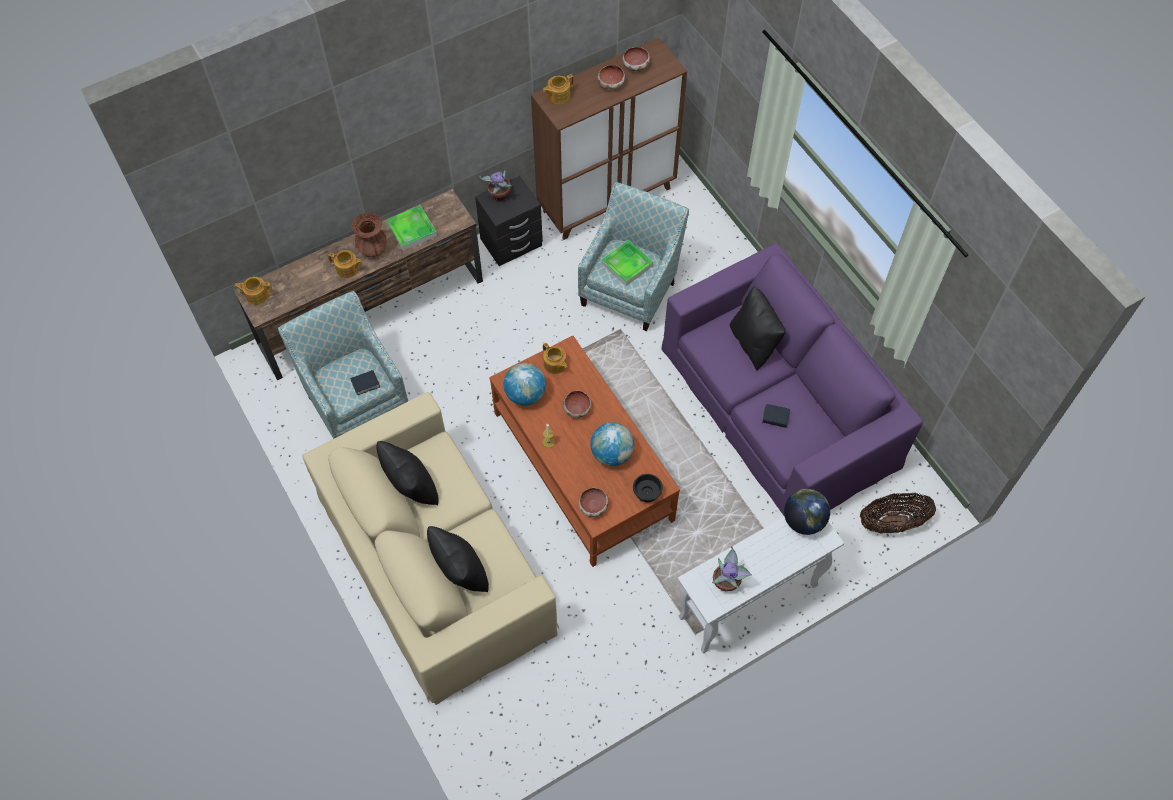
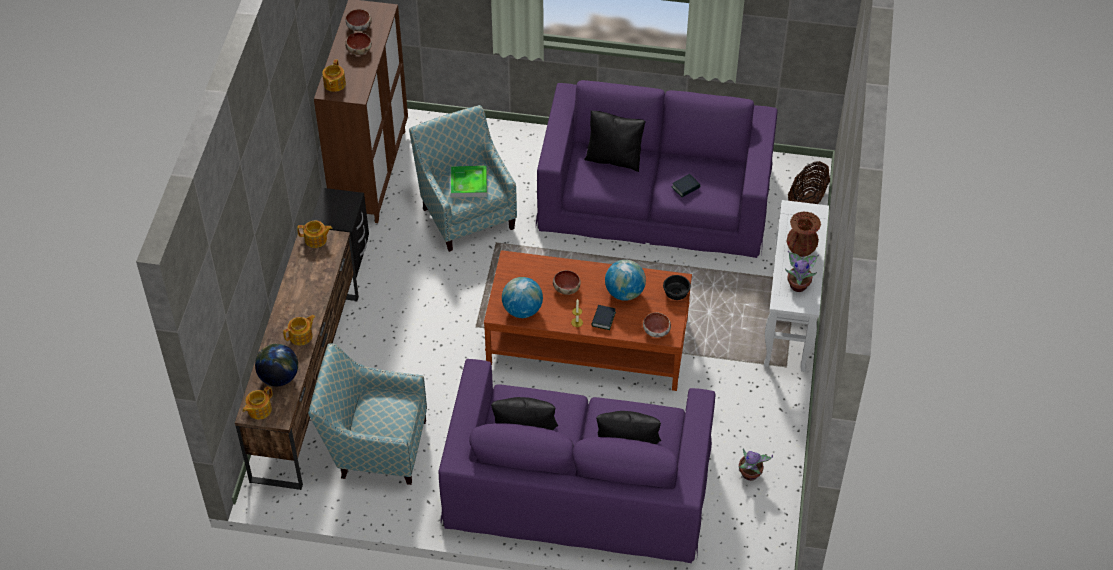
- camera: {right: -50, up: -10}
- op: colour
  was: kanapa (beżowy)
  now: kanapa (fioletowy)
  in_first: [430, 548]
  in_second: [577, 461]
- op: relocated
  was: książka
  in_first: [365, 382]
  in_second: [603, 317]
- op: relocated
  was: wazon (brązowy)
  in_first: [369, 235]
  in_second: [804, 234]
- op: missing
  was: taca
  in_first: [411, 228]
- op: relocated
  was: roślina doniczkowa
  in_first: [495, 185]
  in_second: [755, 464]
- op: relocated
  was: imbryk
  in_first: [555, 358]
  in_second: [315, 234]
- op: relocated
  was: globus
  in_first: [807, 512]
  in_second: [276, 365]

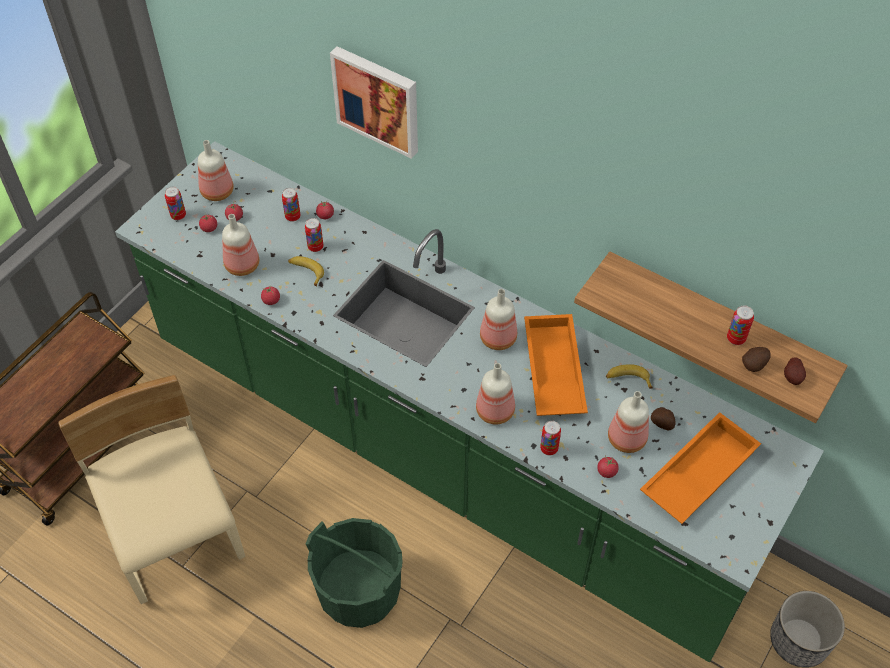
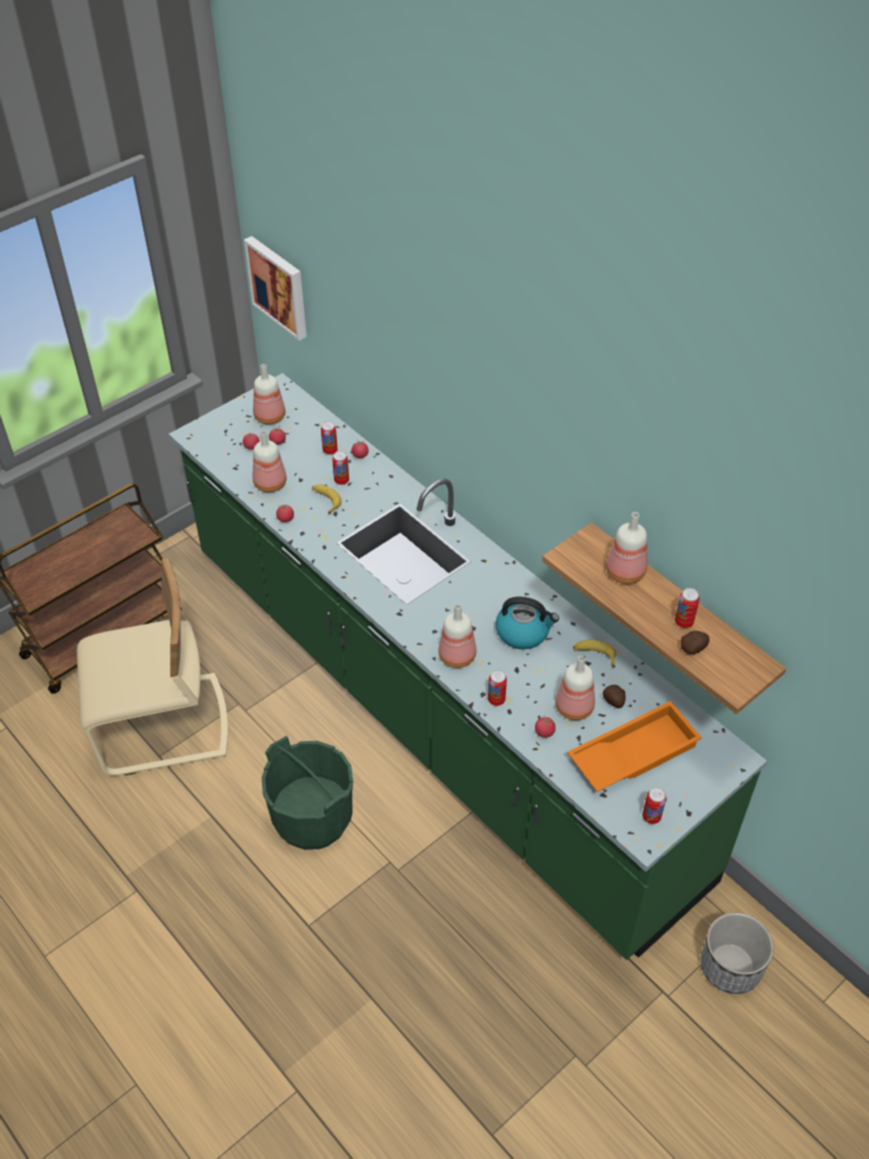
- camera: {right: 15, up: -5}
- op: spun
  was: krzesło (beżowy)
  in_first: [152, 489]
  in_second: [152, 667]
  clockwise: 90
- op: relocated
  was: puszka
  in_first: [175, 203]
  in_second: [654, 805]
- op: relocated
  was: obraz
  in_first: [374, 102]
  in_second: [275, 288]
- op: relocated
  was: butelka
  in_first: [498, 319]
  in_second: [626, 548]
- op: exchanged
  was: taca (pomarańczowy)
  now: czajnik
  in_first: [556, 365]
  in_second: [527, 623]
- op: missing
  was: ziemniak
  in_first: [795, 371]

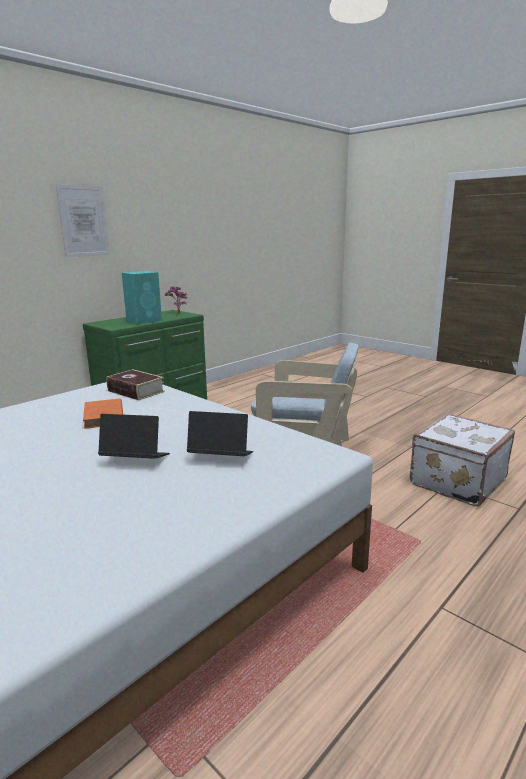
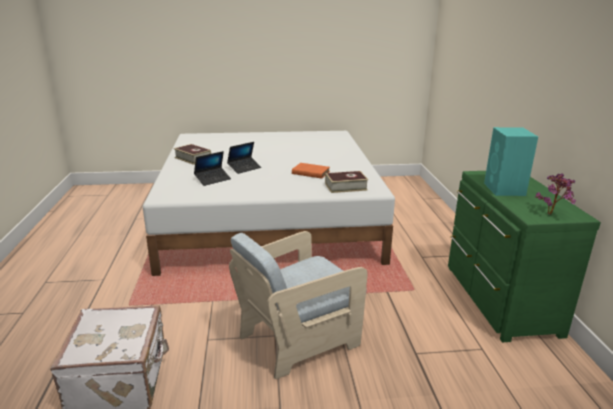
- camera: {right: 130, up: 5}
- op: missing
  was: obraz
  in_first: [82, 220]
- op: appeared
  now: książka
  in_second: [192, 154]

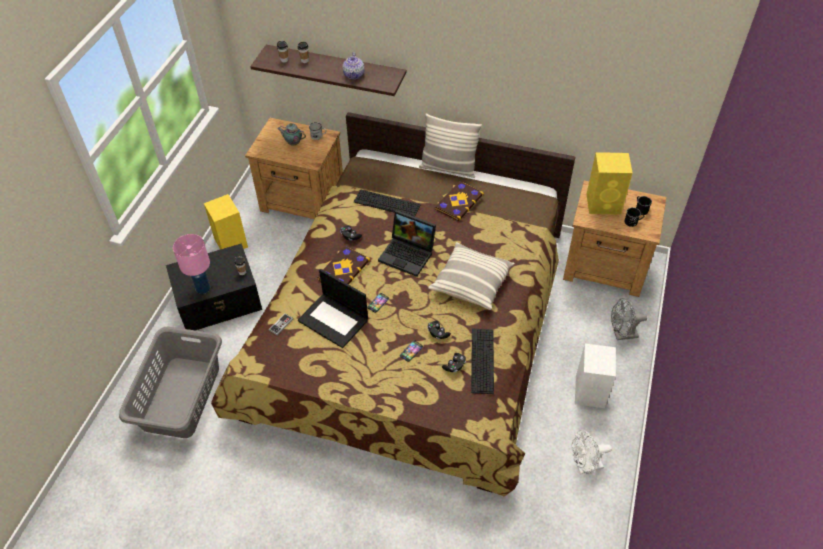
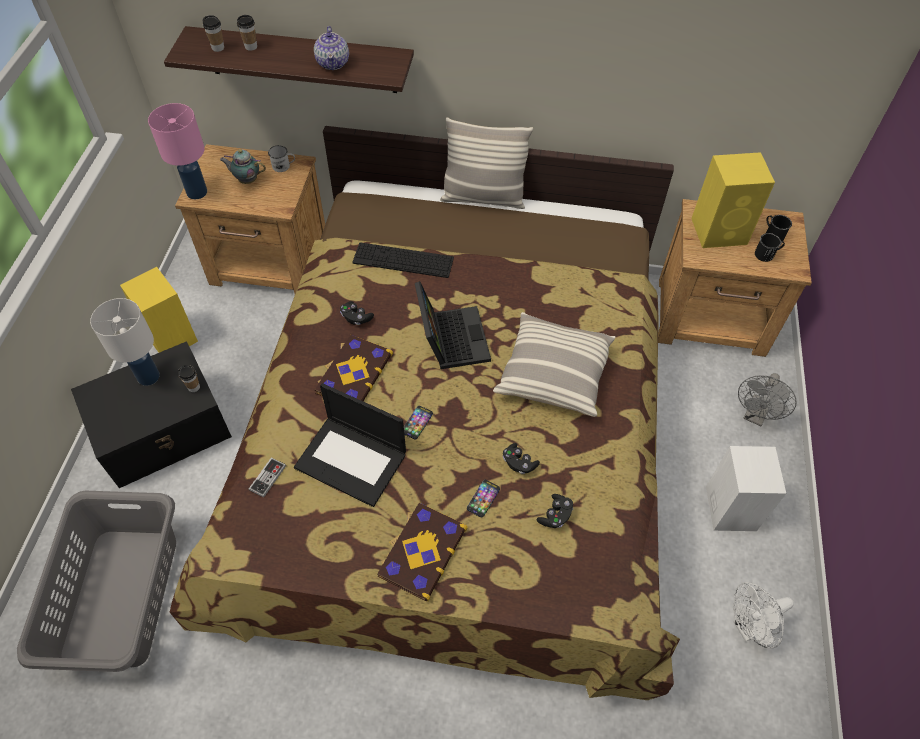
- camera: {right: -10, up: 5}
- op: relocated
  was: lampa stołowa (różowy)
  in_first: [191, 264]
  in_second: [177, 151]
- op: spun
  was: laptop
  in_first: [407, 243]
  in_second: [453, 325]
  clockwise: -120
- op: relocated
  was: książka
  in_first: [459, 201]
  in_second: [422, 552]
- op: missing
  was: klawiatura
  in_first: [482, 361]
- op: spun
  was: wentylator (szary)
  in_first: [629, 319]
  in_second: [767, 399]
  clockwise: -45
- op: appeared
  now: lampa stołowa (biały)
  in_second: [125, 342]

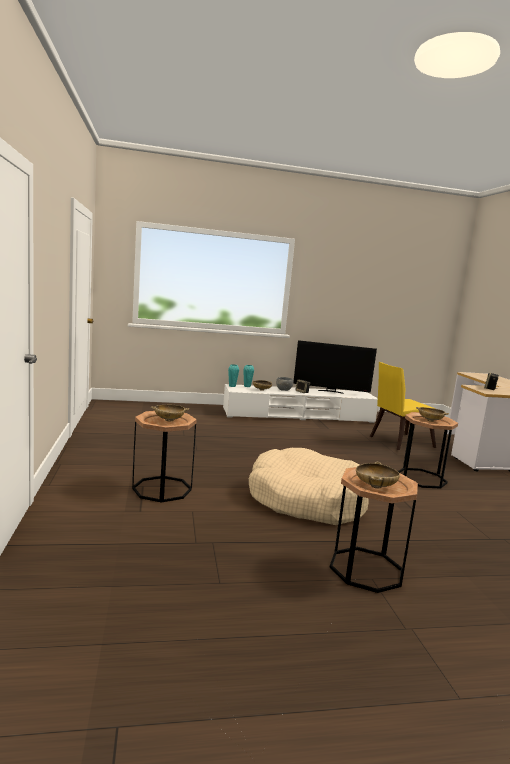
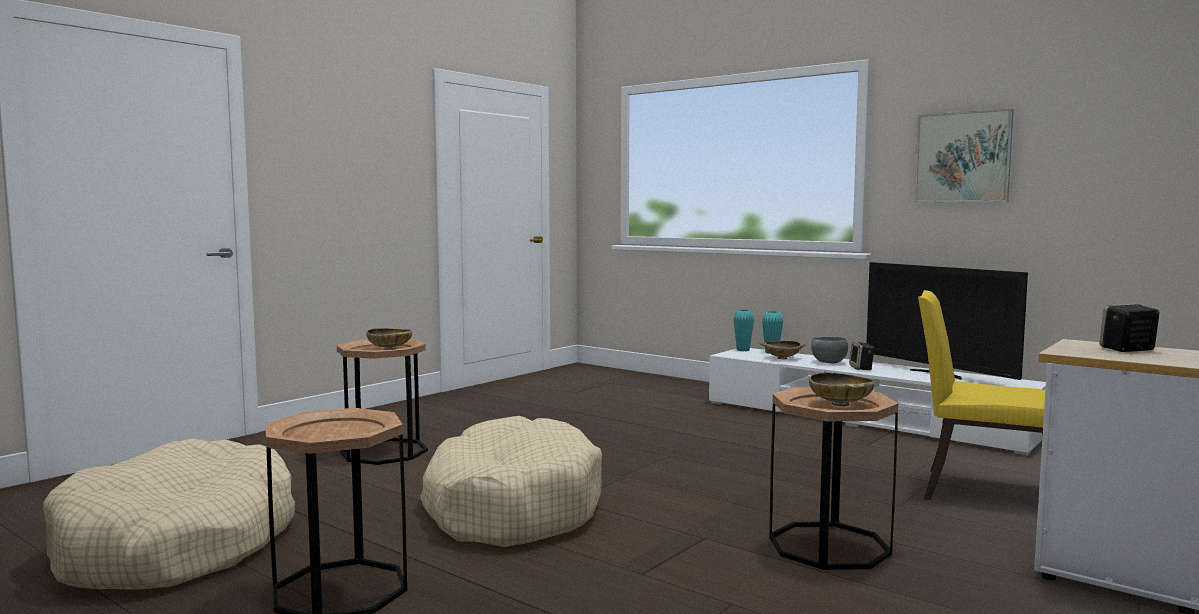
- camera: {right: 50, up: -5}
- op: missing
  was: miska (beżowy)
  in_first: [378, 475]
- op: appeared
  now: legowisko (beżowy)
  in_second: [169, 514]
- op: appeared
  now: obraz
  in_second: [964, 155]

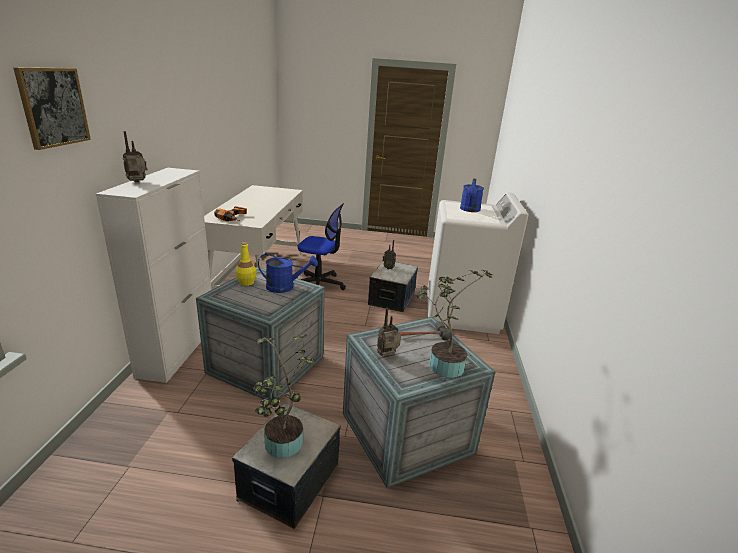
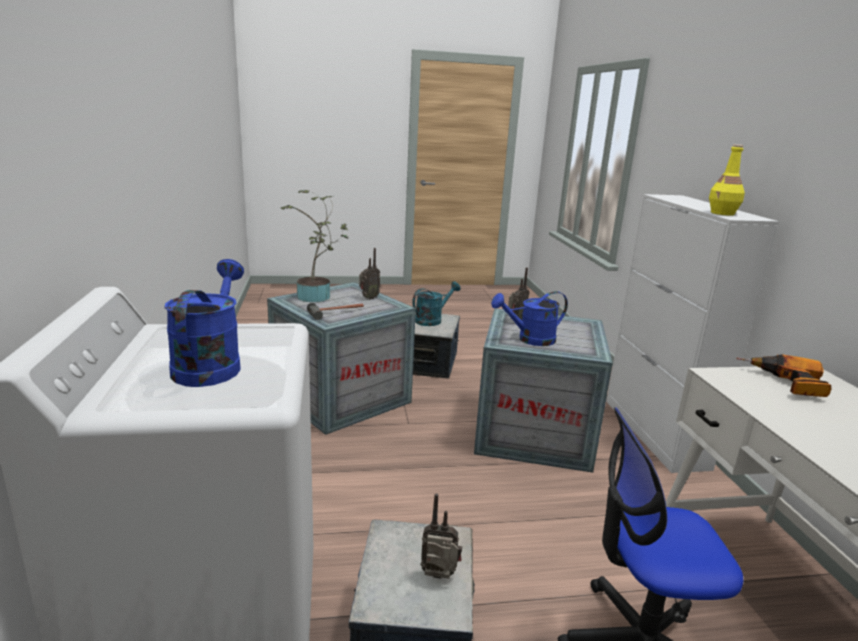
- camera: {right: 165, up: -5}
- op: missing
  was: obraz
  in_first: [52, 108]
- op: relocated
  was: radio
  in_first: [135, 156]
  in_second: [518, 293]
- op: relocated
  was: butelka (żółty)
  in_first: [246, 264]
  in_second: [727, 180]
- op: exchanged
  was: roślina doniczkowa
  now: konewka (turkusowy)
  in_first: [284, 396]
  in_second: [436, 303]

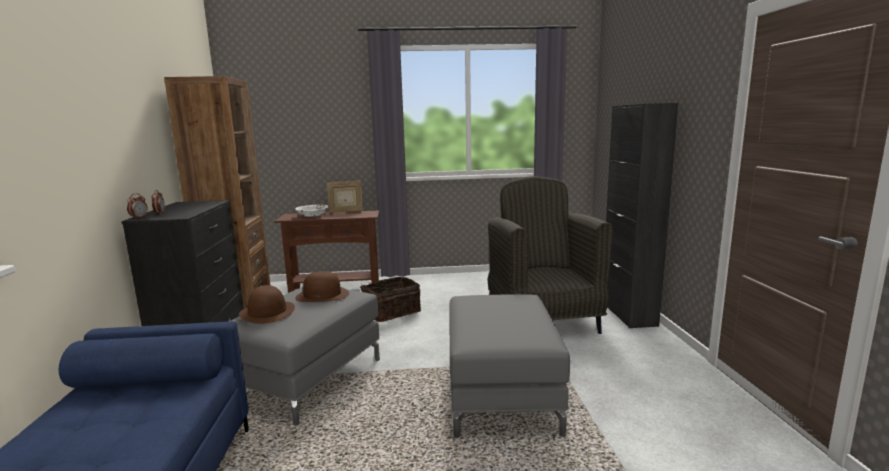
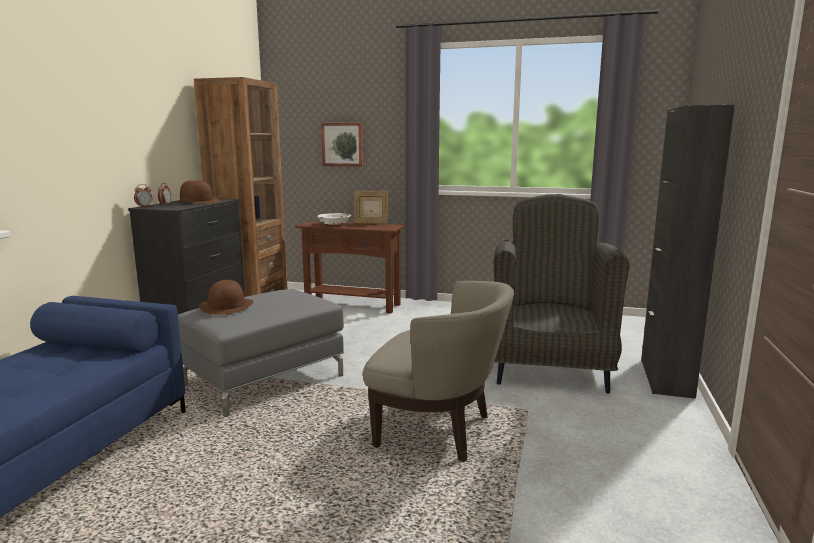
- camera: {right: 20, up: 0}
- op: relocated
  was: kapelusz (brązowy)
  in_first: [322, 286]
  in_second: [197, 191]
- op: missing
  was: koszyk
  in_first: [390, 299]
- op: exchanged
  was: pufa (szary)
  now: fotel (beżowy)
  in_first: [509, 366]
  in_second: [438, 371]
- op: appeared
  now: obraz
  in_second: [342, 145]

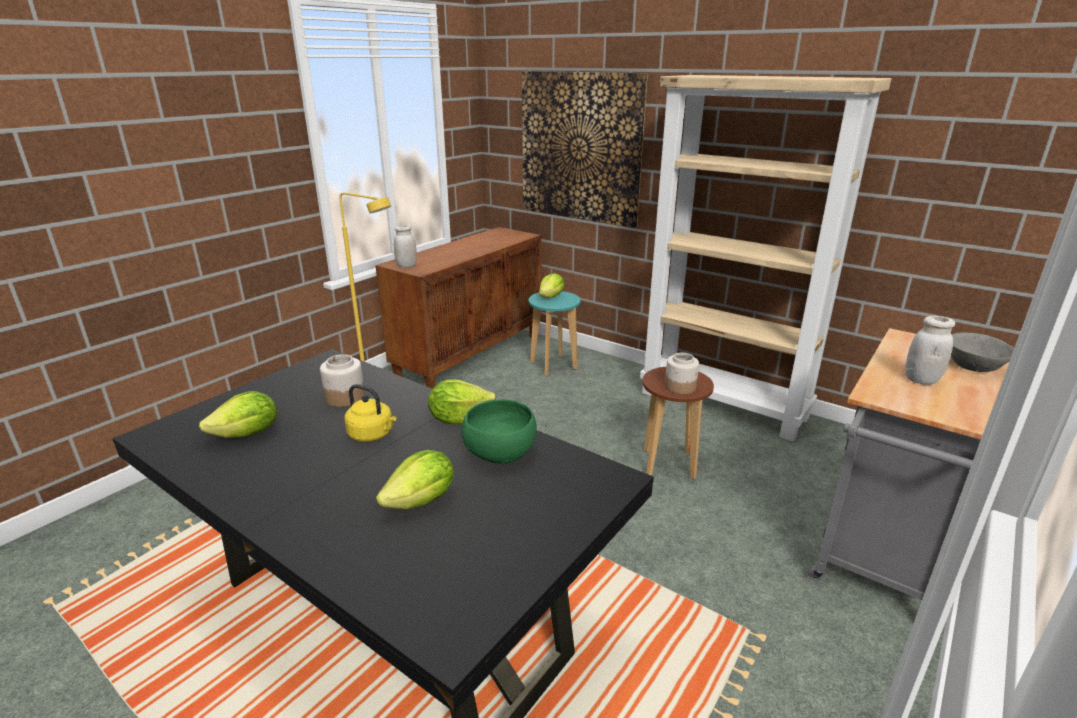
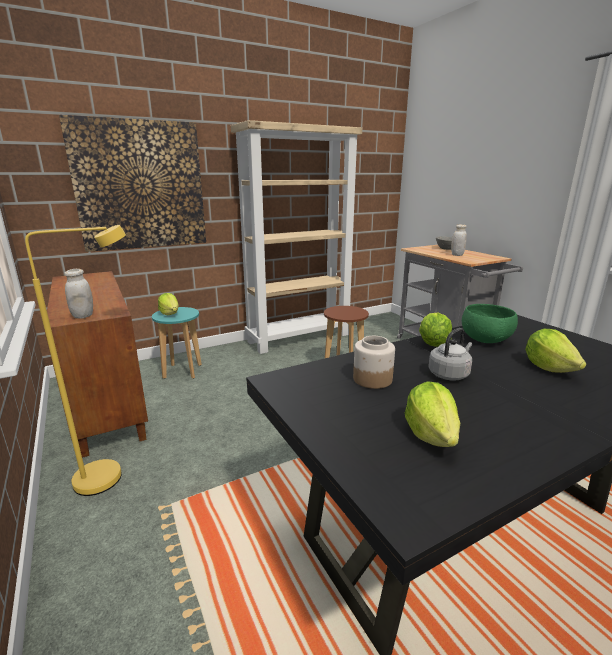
- camera: {right: -65, up: -5}
- op: colour
  was: czajnik (żółty)
  now: czajnik (szary)
  in_first: [370, 413]
  in_second: [450, 354]
- op: missing
  was: słoik
  in_first: [682, 373]

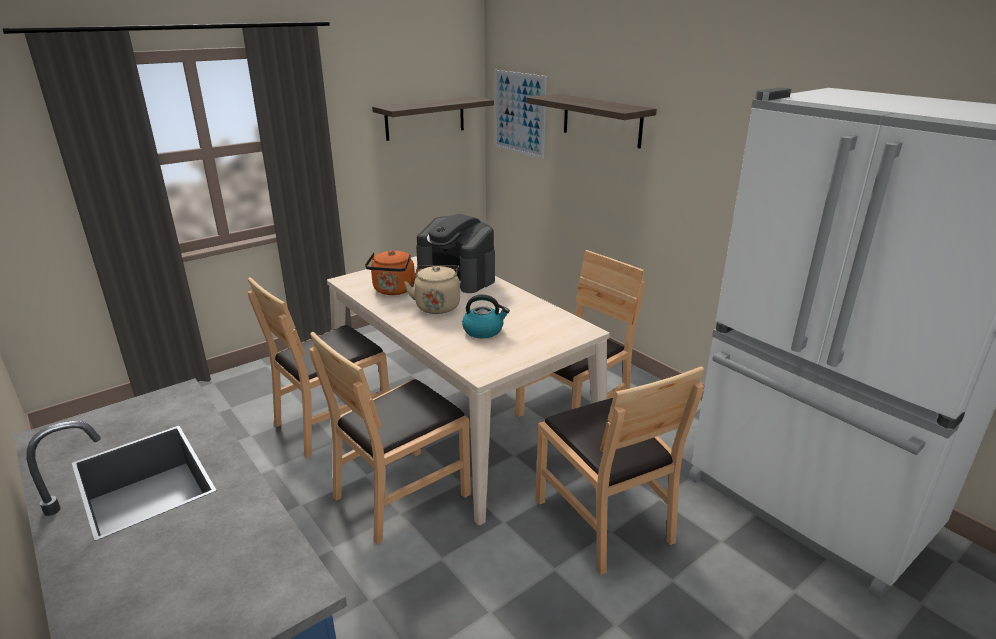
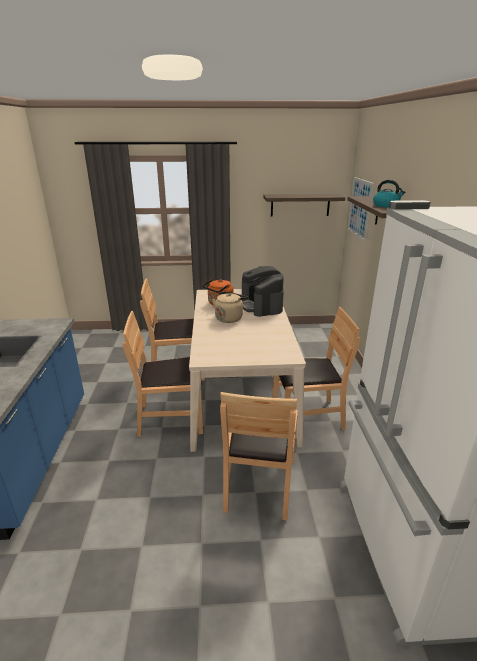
- camera: {right: 35, up: 0}
- op: relocated
  was: czajnik
  in_first: [486, 316]
  in_second: [389, 194]

